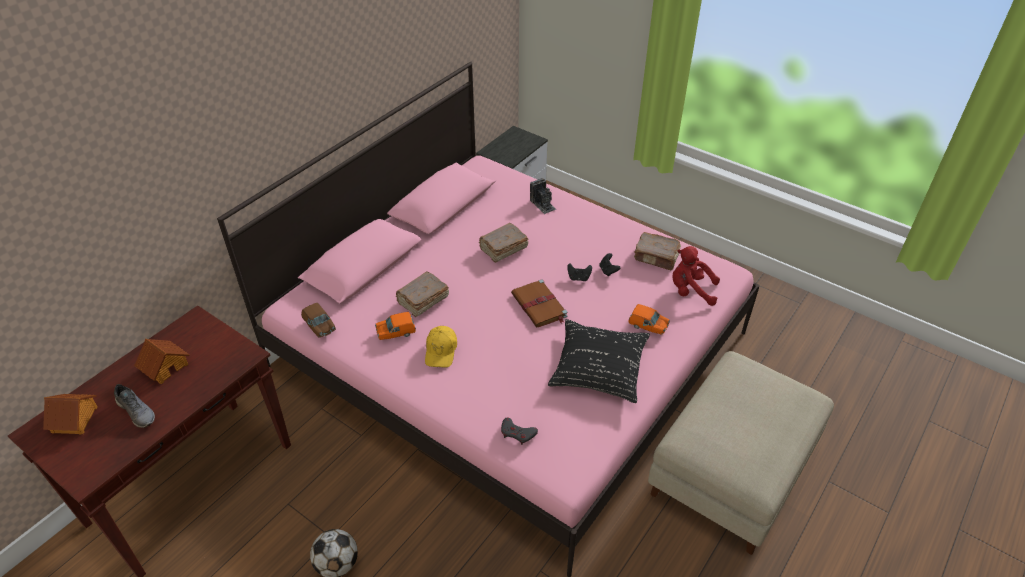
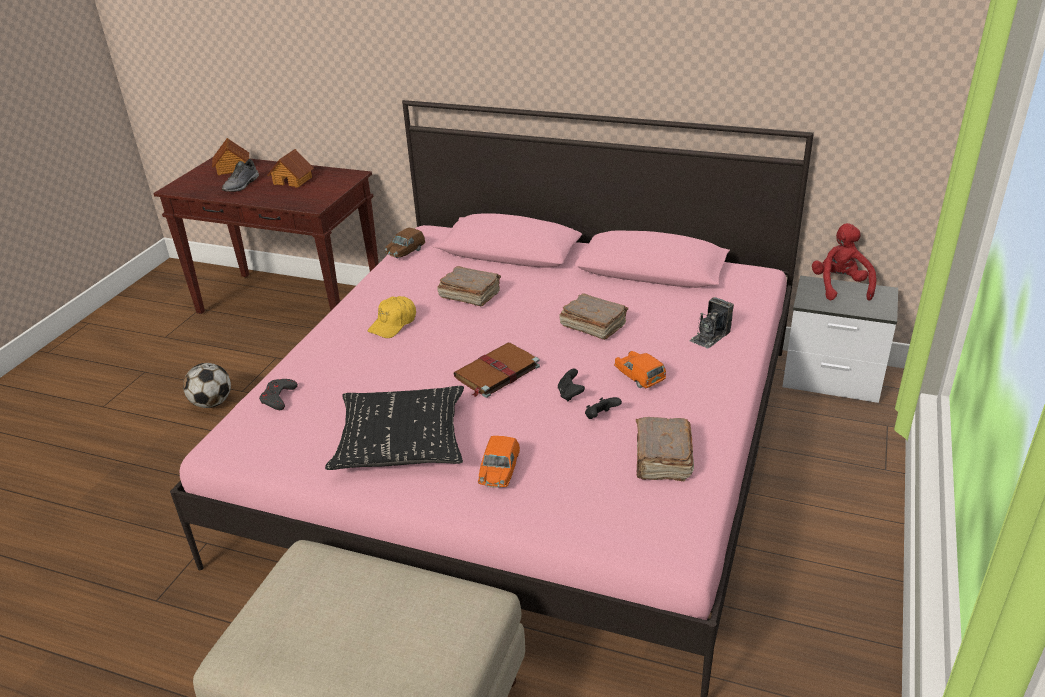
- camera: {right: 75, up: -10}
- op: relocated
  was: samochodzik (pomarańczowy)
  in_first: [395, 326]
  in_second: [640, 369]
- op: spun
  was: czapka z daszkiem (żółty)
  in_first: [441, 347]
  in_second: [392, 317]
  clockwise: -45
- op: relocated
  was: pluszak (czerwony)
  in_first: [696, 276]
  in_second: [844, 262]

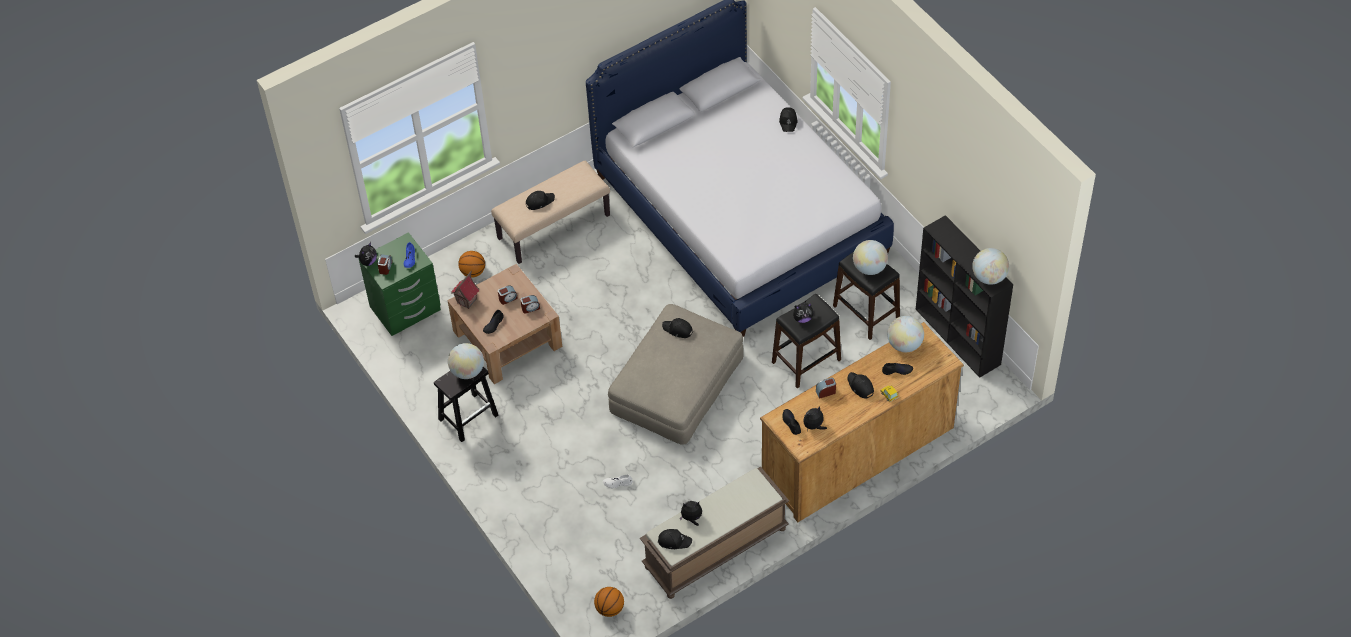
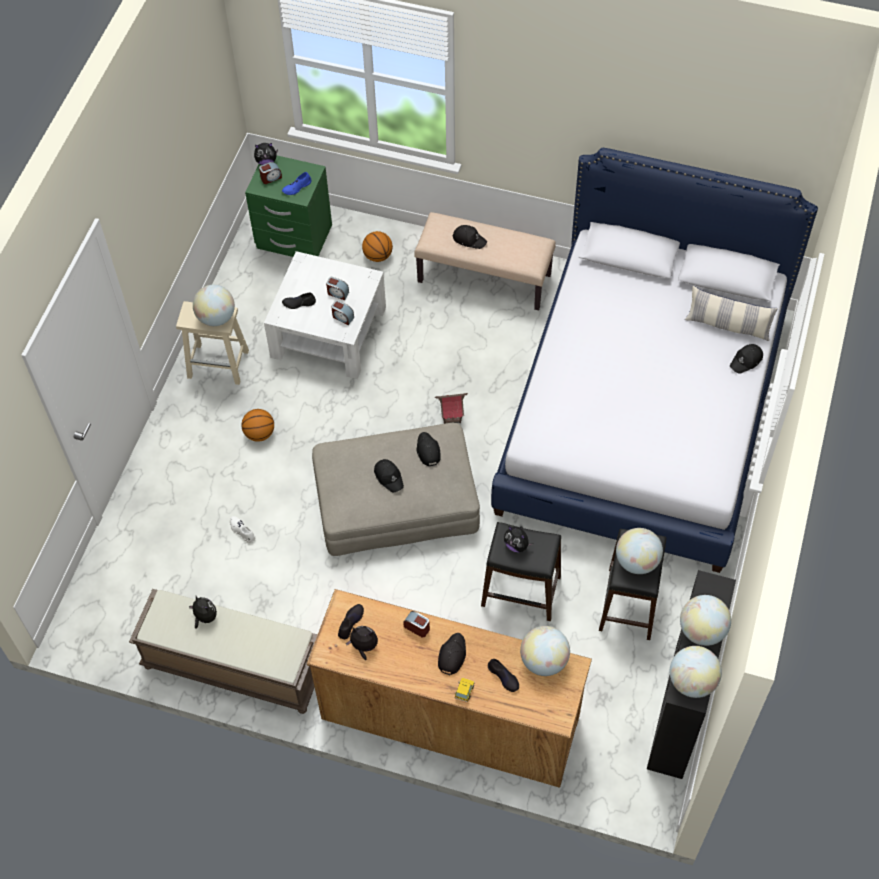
- camera: {right: 50, up: 5}
- op: colour
  was: stołek (czarny)
  now: stołek (beżowy)
  in_first: [466, 404]
  in_second: [212, 343]
- op: colour
  was: ława (brązowy)
  now: ława (biały)
  in_first: [504, 324]
  in_second: [325, 315]
- op: relocated
  was: domek
  in_first: [465, 290]
  in_second: [451, 408]
- op: relocated
  was: piłka do koszykówki
  in_first: [609, 602]
  in_second: [257, 425]
- op: relocated
  was: czapka z daszkiem (czarny)
  in_first: [675, 539]
  in_second: [389, 475]
- op: appeared
  now: globus
  in_second: [705, 620]
- op: appeared
  now: poduszka
  in_second: [731, 313]

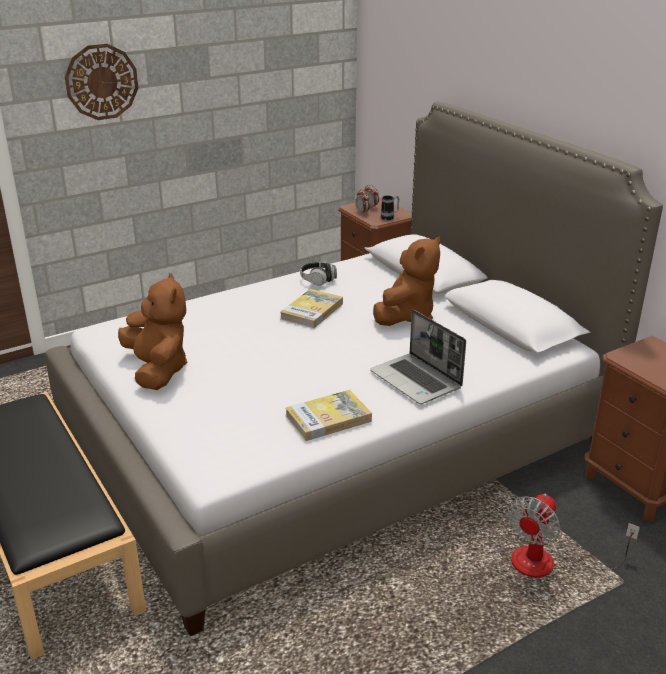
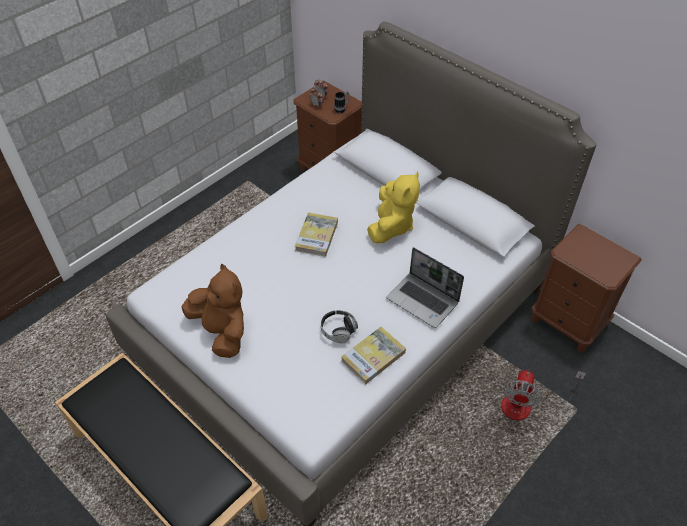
- camera: {right: -15, up: 20}
- op: missing
  was: zegar ścienny
  in_first: [101, 82]
- op: relocated
  was: słuchawki
  in_first: [318, 274]
  in_second: [339, 327]
- op: colour
  was: pluszak (brązowy)
  now: pluszak (żółty)
  in_first: [406, 281]
  in_second: [393, 207]

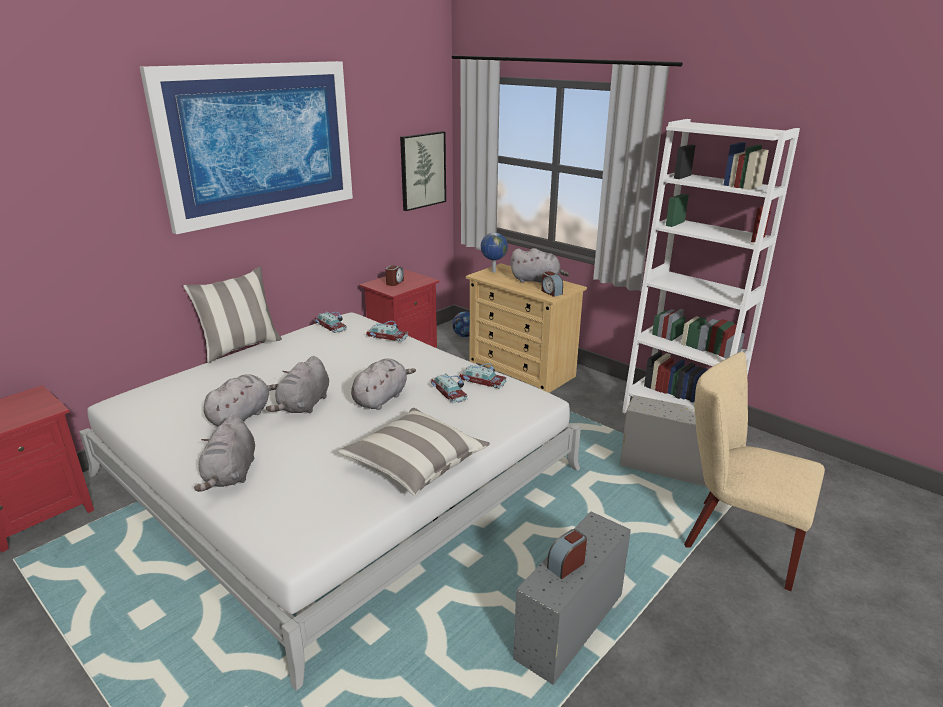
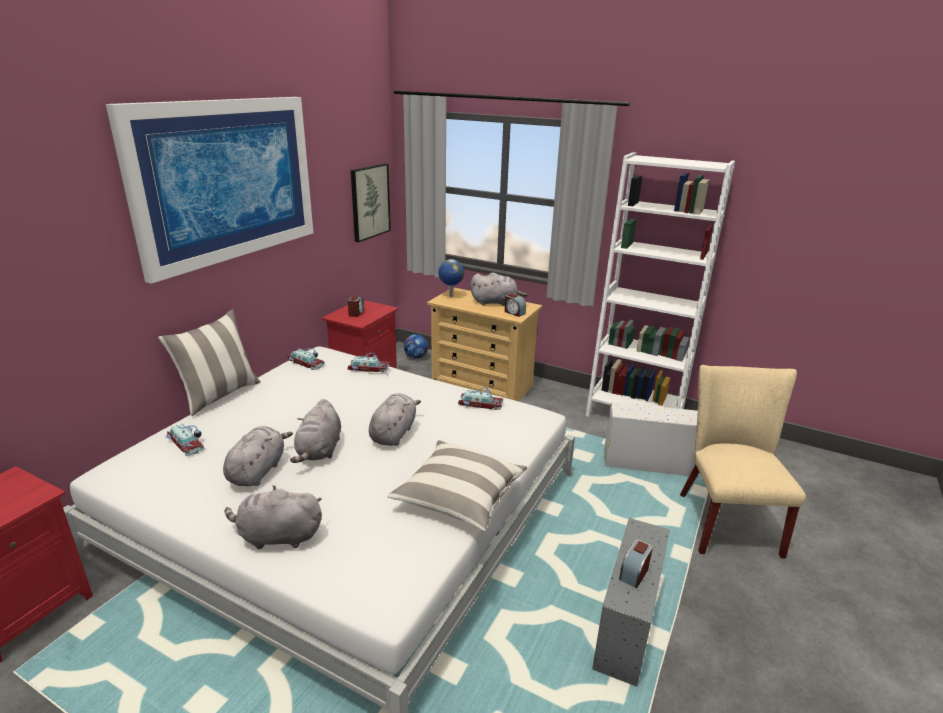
- camera: {right: -15, up: 0}
- op: spun
  was: pluszak (szary)
  in_first: [224, 453]
  in_second: [273, 517]
  clockwise: 105
- op: relocated
  was: samochodzik
  in_first: [449, 388]
  in_second: [185, 439]
- op: spun
  was: krzesło (beżowy)
  in_first: [754, 471]
  in_second: [743, 461]
  clockwise: 75

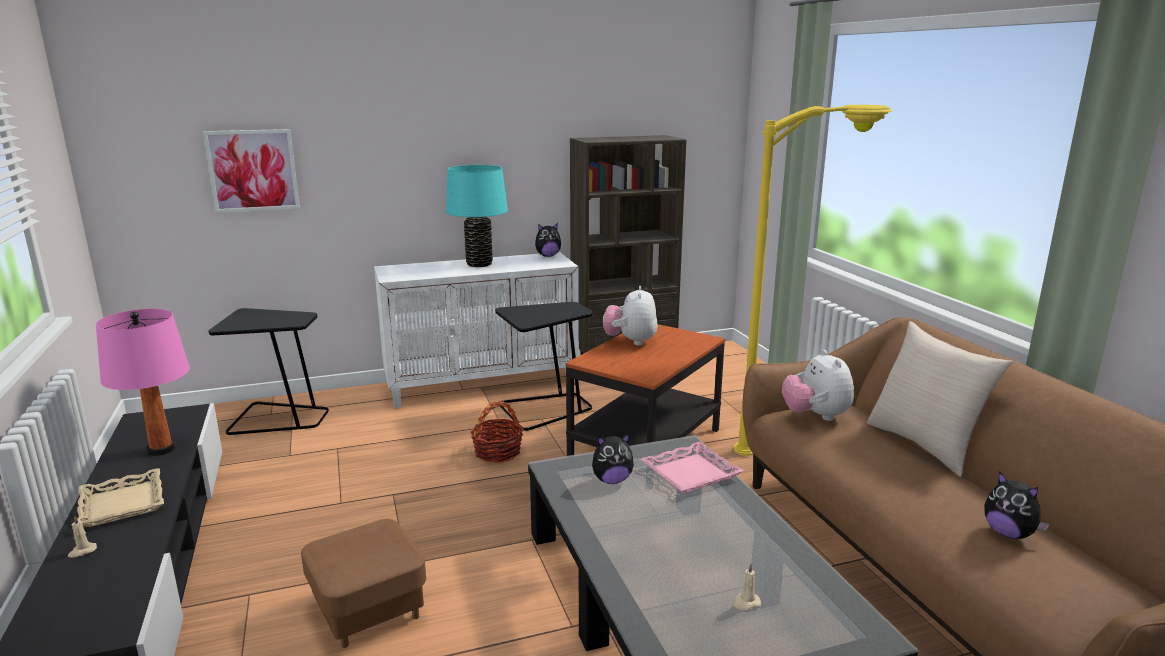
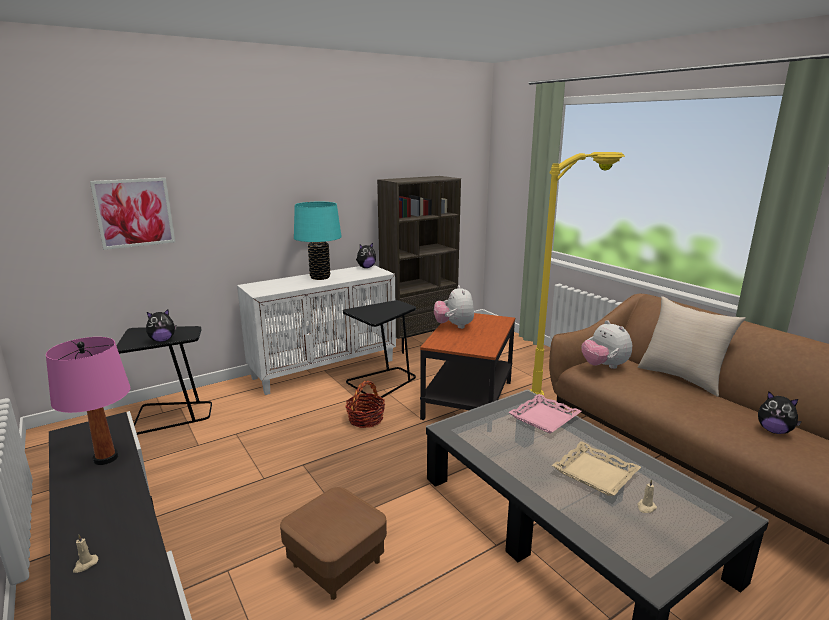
- camera: {right: -15, up: 0}
- op: relocated
  was: taca (beżowy)
  in_first: [120, 497]
  in_second: [596, 468]
- op: relocated
  was: pluszak
  in_first: [613, 458]
  in_second: [161, 325]

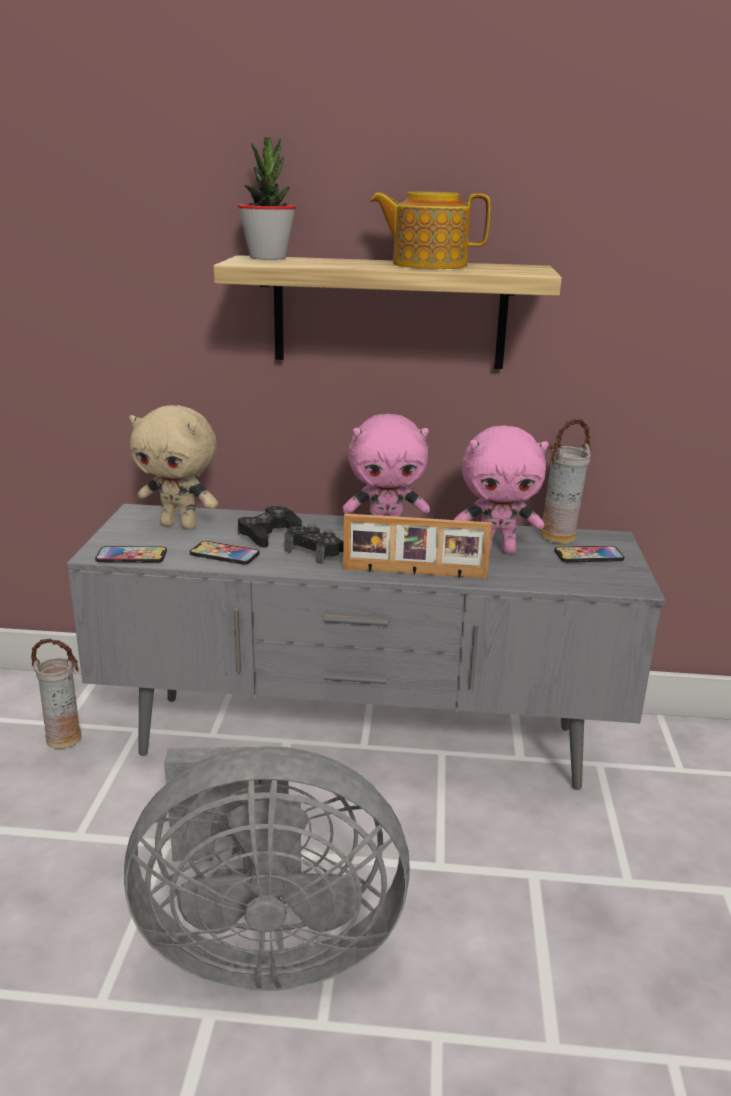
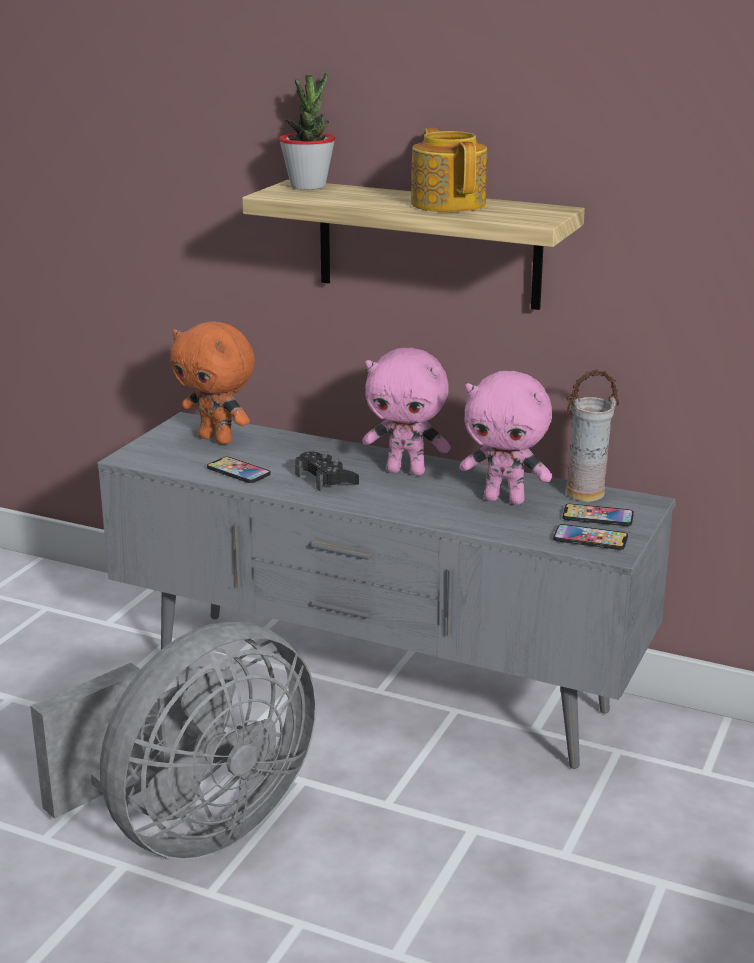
- camera: {right: 20, up: 0}
- op: missing
  was: wazon
  in_first: [56, 694]
- op: relocated
  was: telefon
  in_first: [131, 554]
  in_second: [590, 537]
- op: spun
  was: wentylator (szary)
  in_first: [267, 868]
  in_second: [173, 741]
  clockwise: -60
- op: colour
  was: pluszak (beżowy)
  now: pluszak (pomarańczowy)
  in_first: [173, 467]
  in_second: [212, 383]
- op: missing
  was: pad do gier (czarny)
  in_first: [270, 527]
- op: missing
  was: ramka na zdjęcie
  in_first: [417, 546]
- op: spun
  was: imbryk
  in_first: [430, 230]
  in_second: [449, 170]
  clockwise: 45

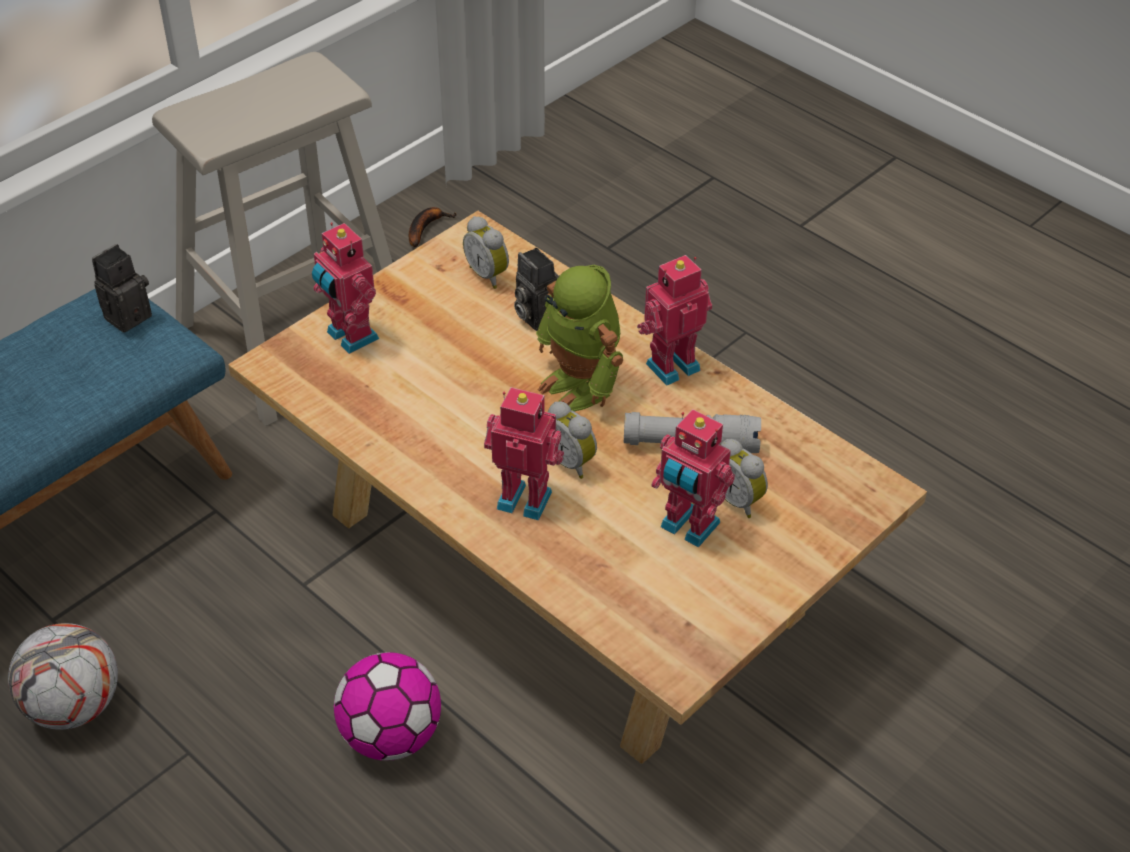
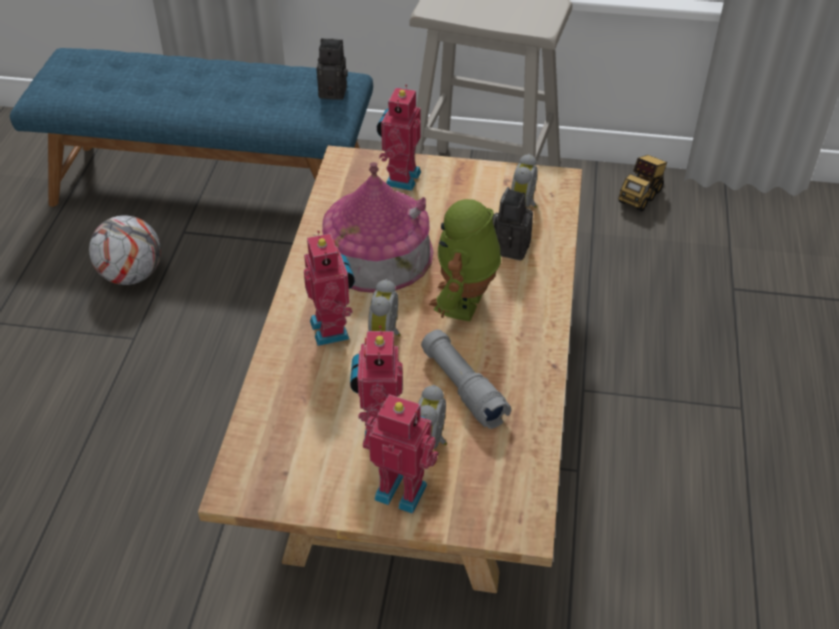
- camera: {right: 55, up: 0}
- op: missing
  was: piłka futbolowa
  in_first: [387, 706]
- op: exchanged
  was: banan
  now: ciężarówka zabawkowa
  in_first: [433, 227]
  in_second: [642, 183]
- op: relocated
  was: robot zabawkowy
  in_first: [674, 320]
  in_second: [401, 454]
- op: appeared
  now: domek
  in_second: [377, 227]

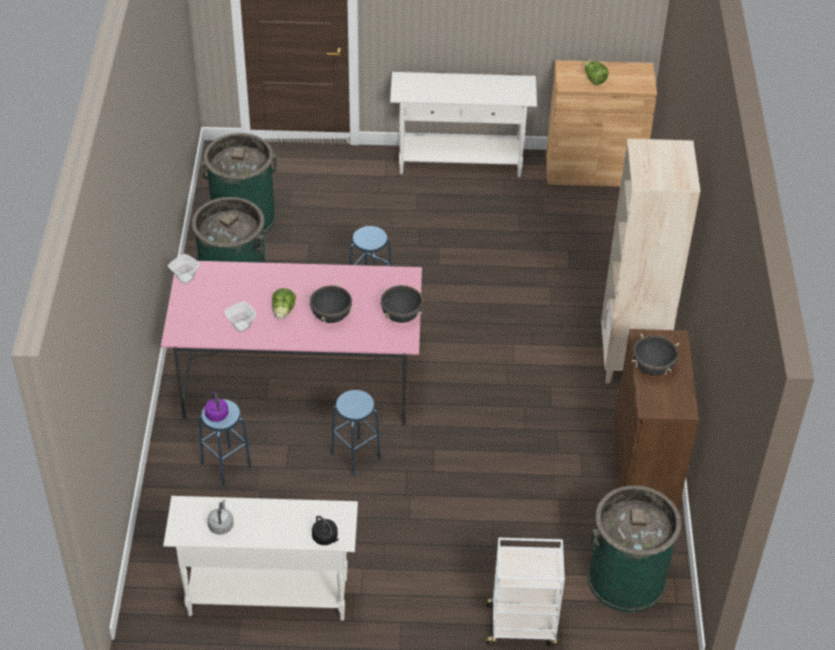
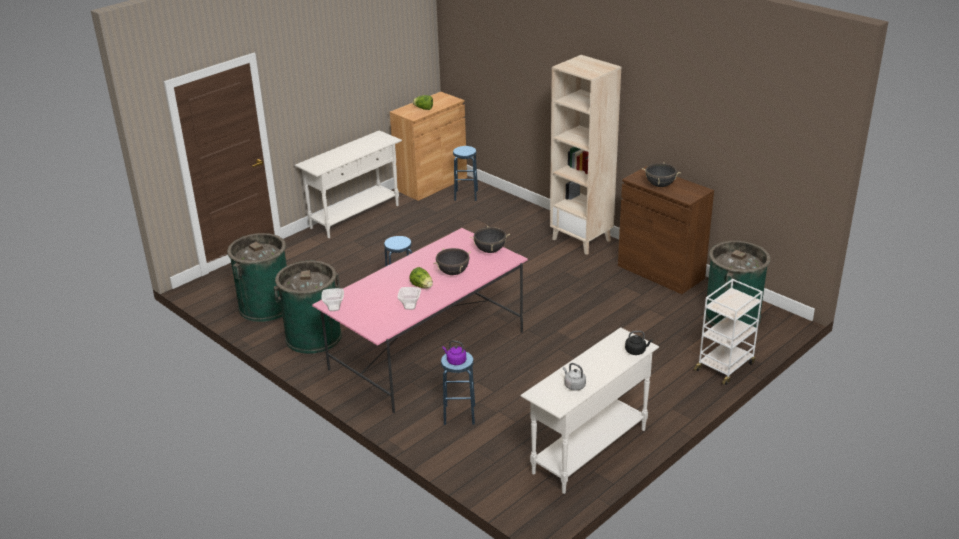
- camera: {right: -45, up: -15}
- op: relocated
  was: stołek (niebieski)
  in_first: [356, 433]
  in_second: [465, 173]

